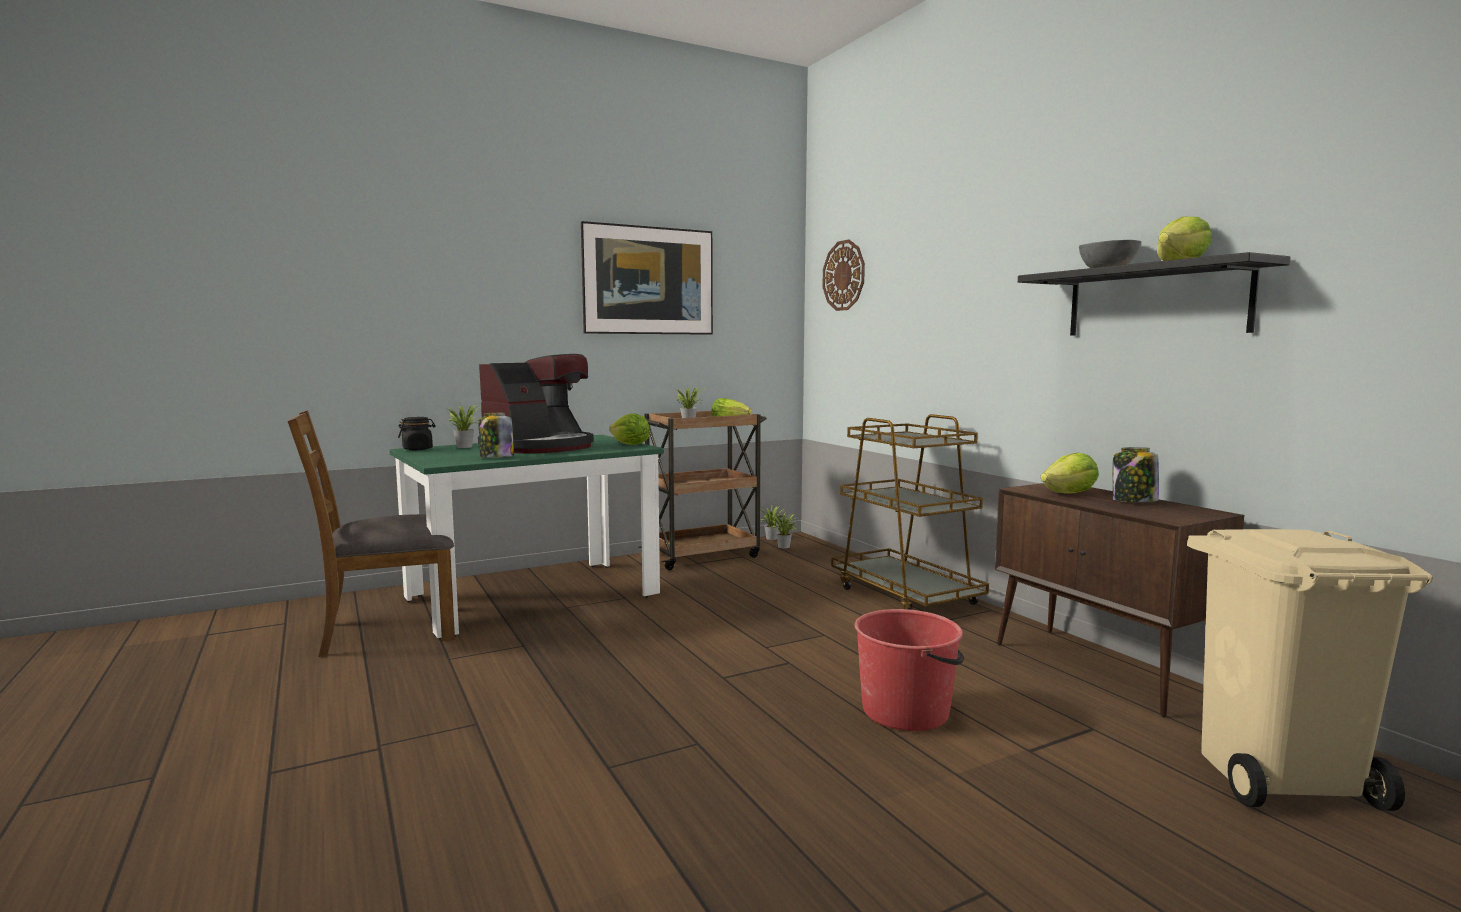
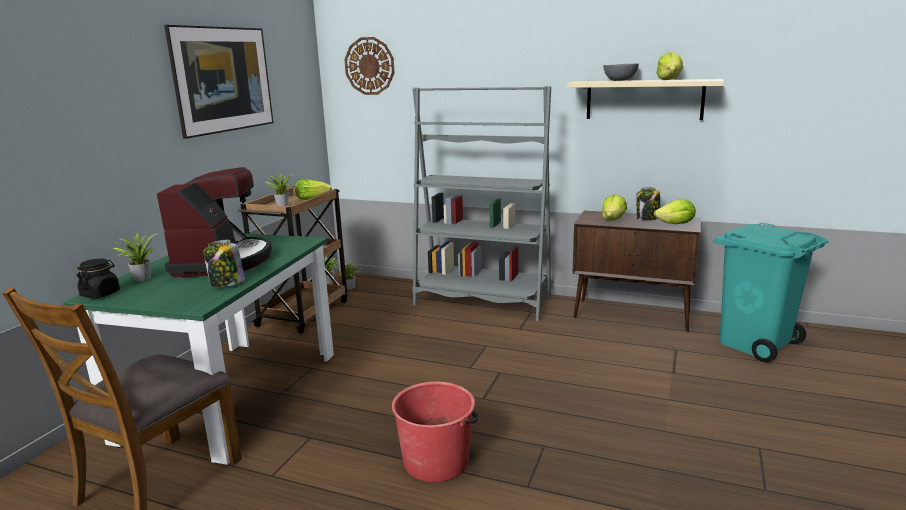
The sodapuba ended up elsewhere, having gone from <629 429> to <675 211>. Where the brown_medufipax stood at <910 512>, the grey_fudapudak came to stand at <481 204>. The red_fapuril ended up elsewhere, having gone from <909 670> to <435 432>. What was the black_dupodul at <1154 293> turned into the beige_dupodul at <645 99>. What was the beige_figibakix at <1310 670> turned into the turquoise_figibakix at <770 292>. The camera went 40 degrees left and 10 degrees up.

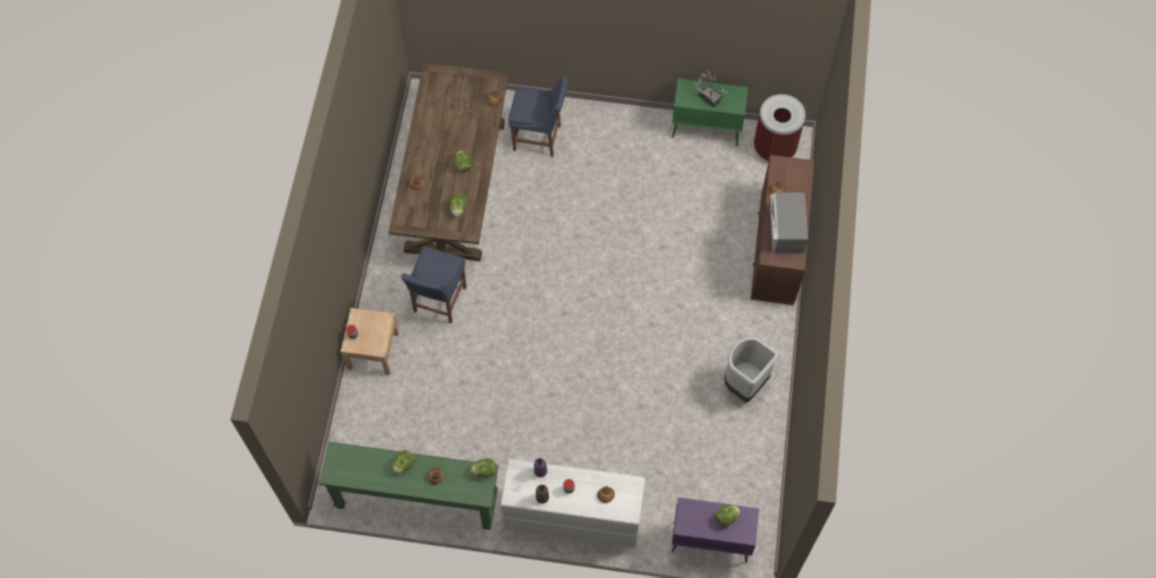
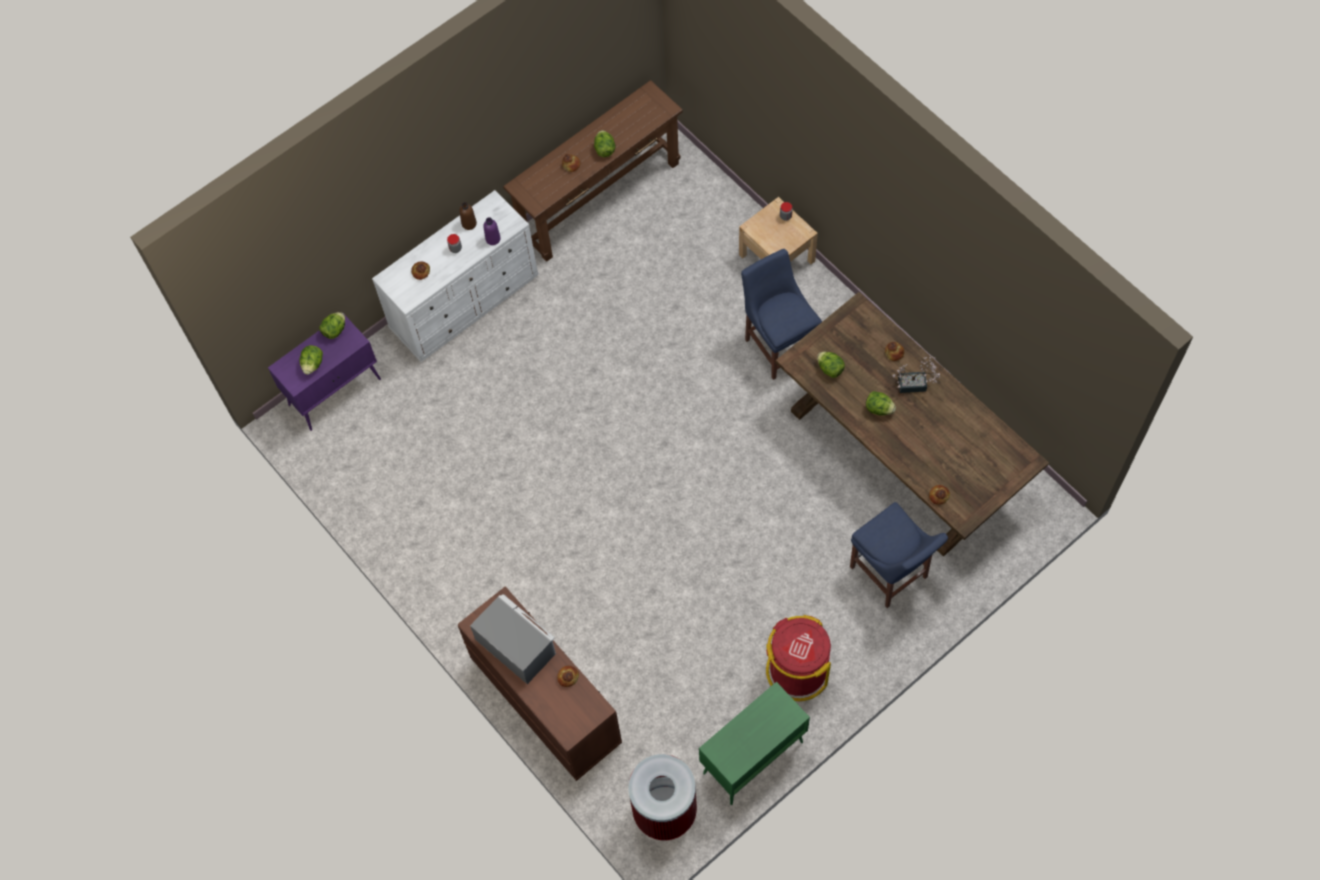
What was the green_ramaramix at <409 486> turned into the brown_ramaramix at <593 171>. The sodapuba ended up elsewhere, having gone from <483 468> to <332 325>. The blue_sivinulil at <538 116> ended up facing another way, 90 degrees counterclockwise from before. The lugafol ended up elsewhere, having gone from <711 89> to <916 374>. The second view lost the grey_figibakix at <751 370>. The second view gained the red_figibakix at <798 658>. The camera went 135 degrees right and 0 degrees up.

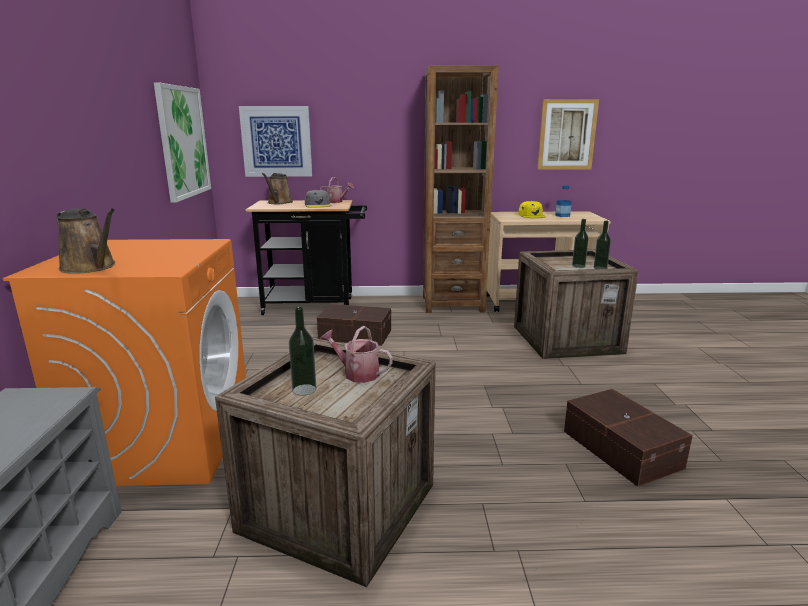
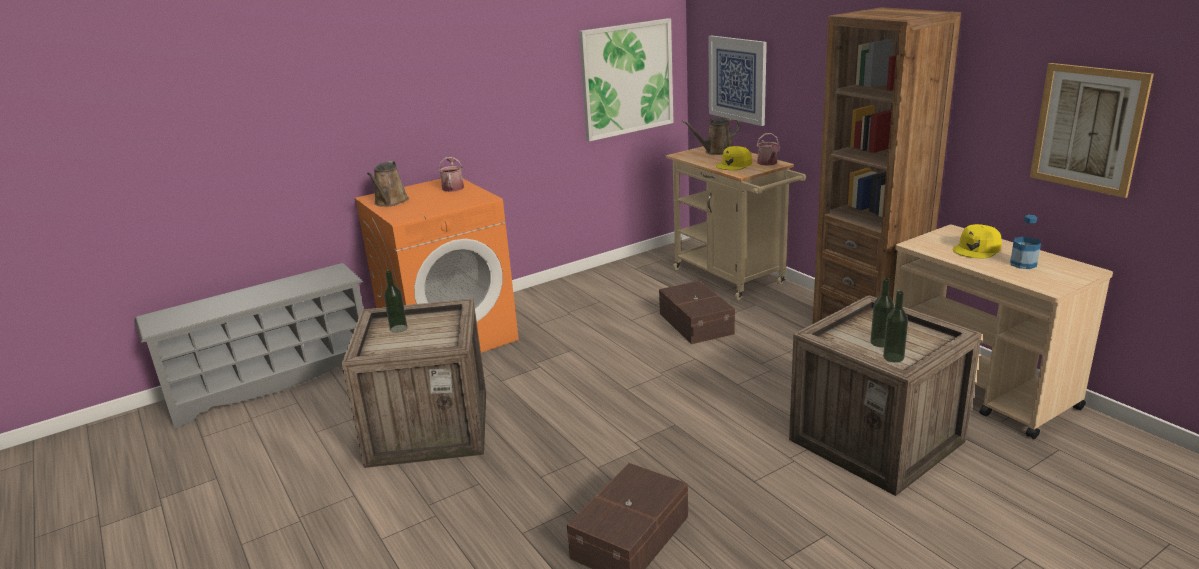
What was the black_medufipax at <306 257> turned into the beige_medufipax at <736 223>. What was the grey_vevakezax at <318 199> turned into the yellow_vevakezax at <734 158>. The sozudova ended up elsewhere, having gone from <356 354> to <451 174>. The camera went 60 degrees right and 5 degrees up.

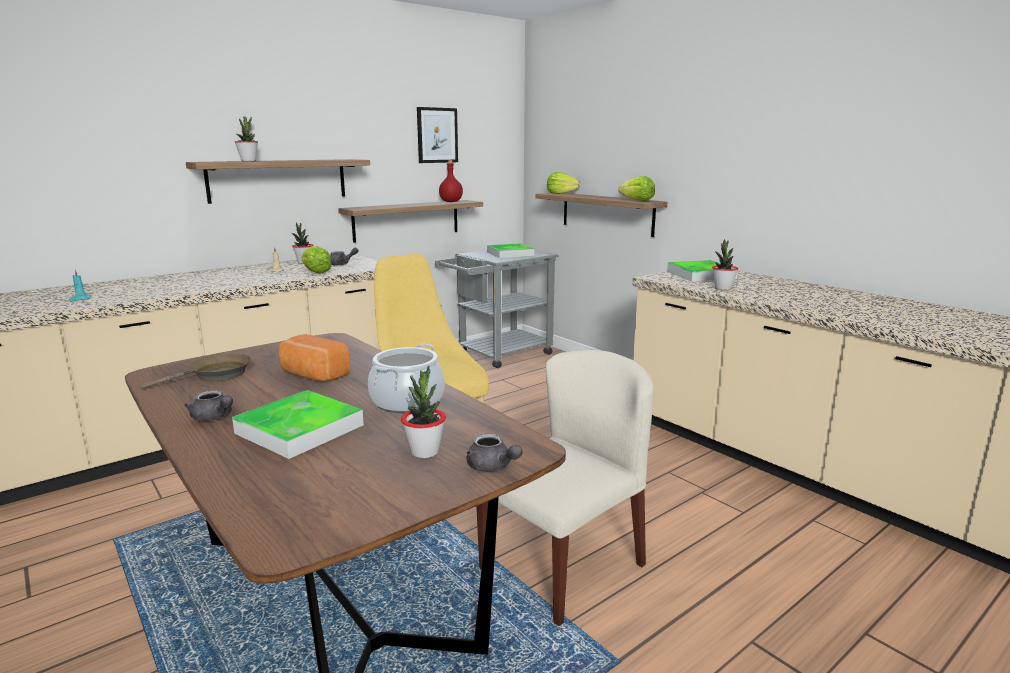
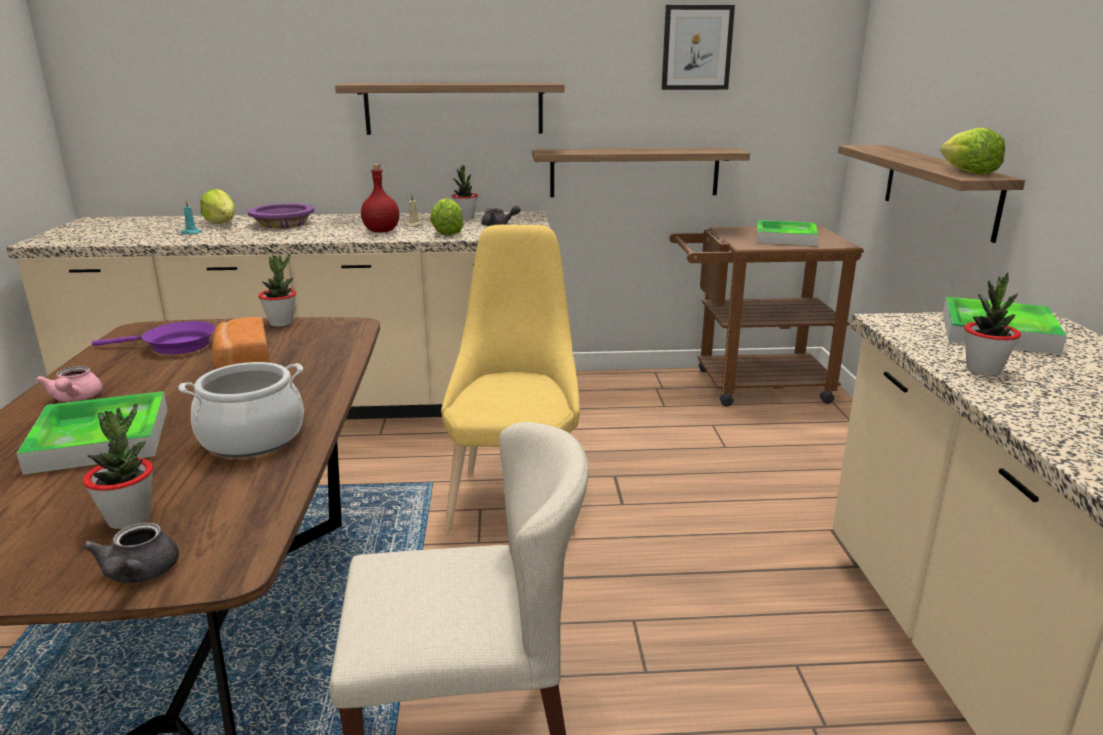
What was the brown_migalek at <195 371> turned into the purple_migalek at <153 338>. What was the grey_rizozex at <208 405> turned into the pink_rizozex at <69 384>. The lugafol ended up elsewhere, having gone from <246 139> to <277 290>. What was the grey_medufipax at <497 309> turned into the brown_medufipax at <766 316>. The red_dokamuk ended up elsewhere, having gone from <451 181> to <380 198>. The sodapuba ended up elsewhere, having gone from <563 183> to <217 206>. The second view gained the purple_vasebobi at <281 215>. The camera went 35 degrees right and 5 degrees up.

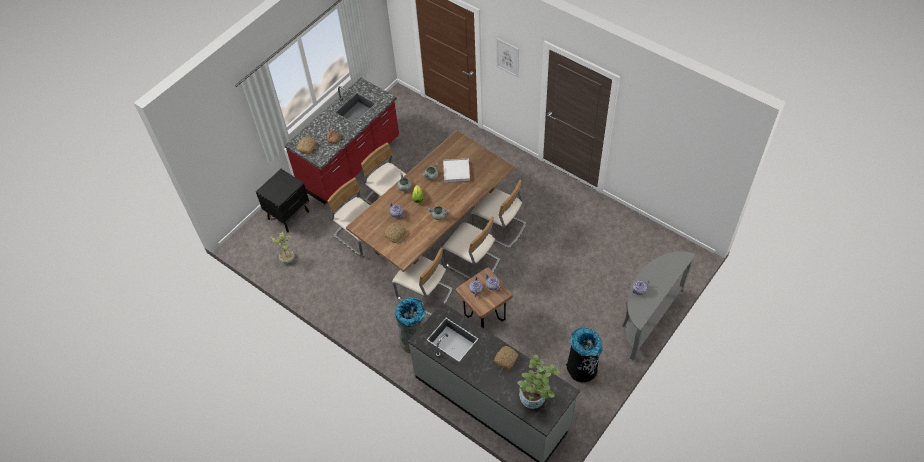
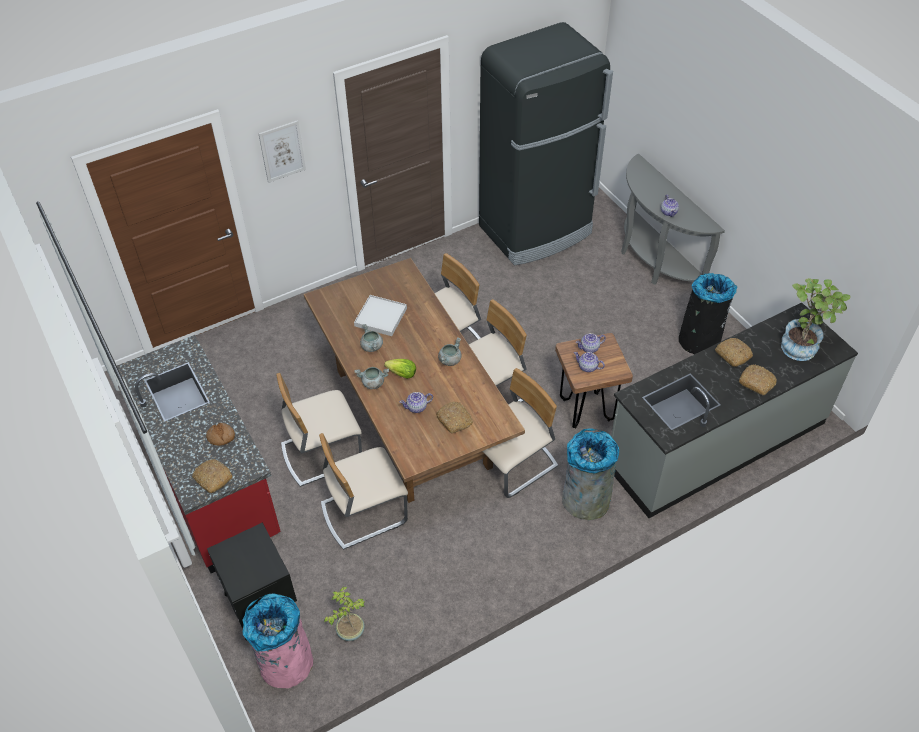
The second view gained the pink_figibakix at <277 641>. The second view gained the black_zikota at <546 143>. The second view gained the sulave at <758 379>. The camera went 70 degrees left and 5 degrees down.

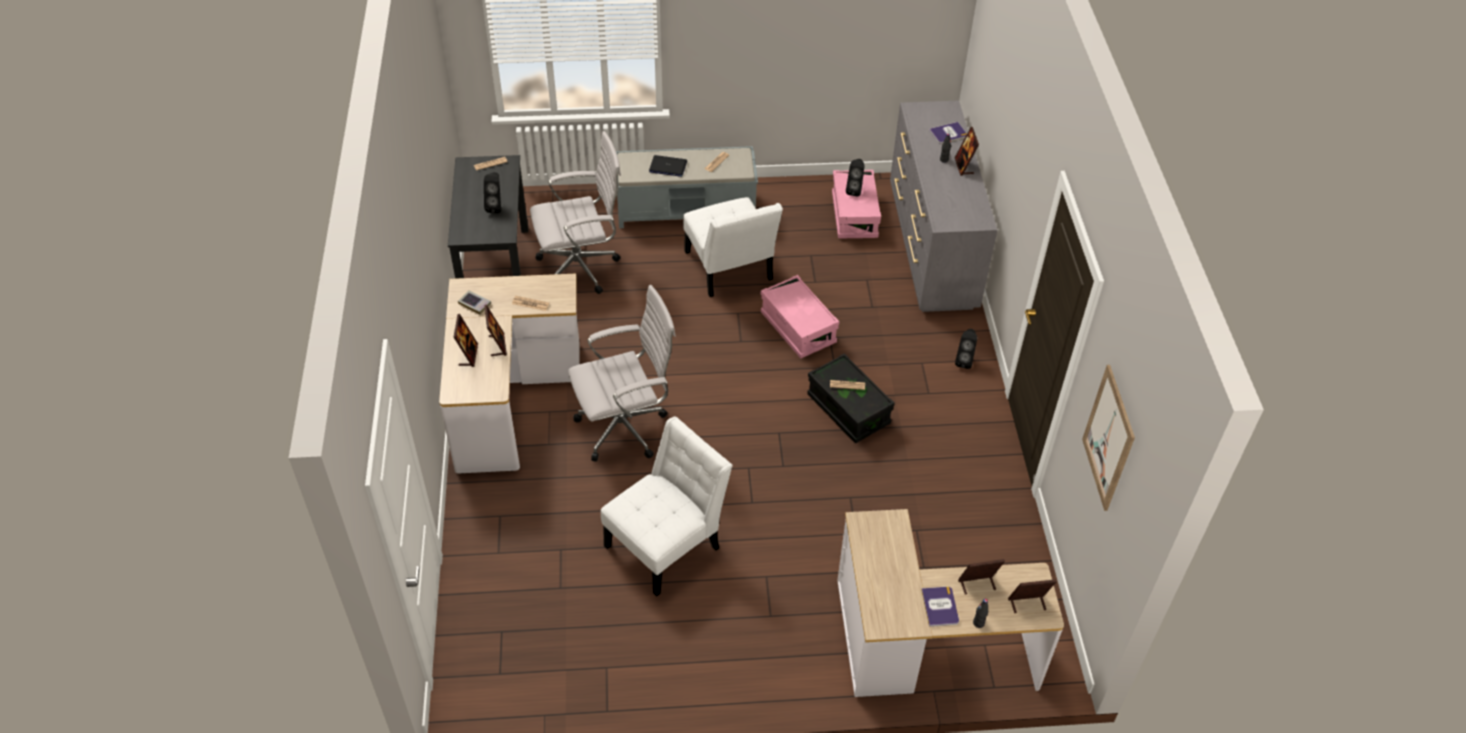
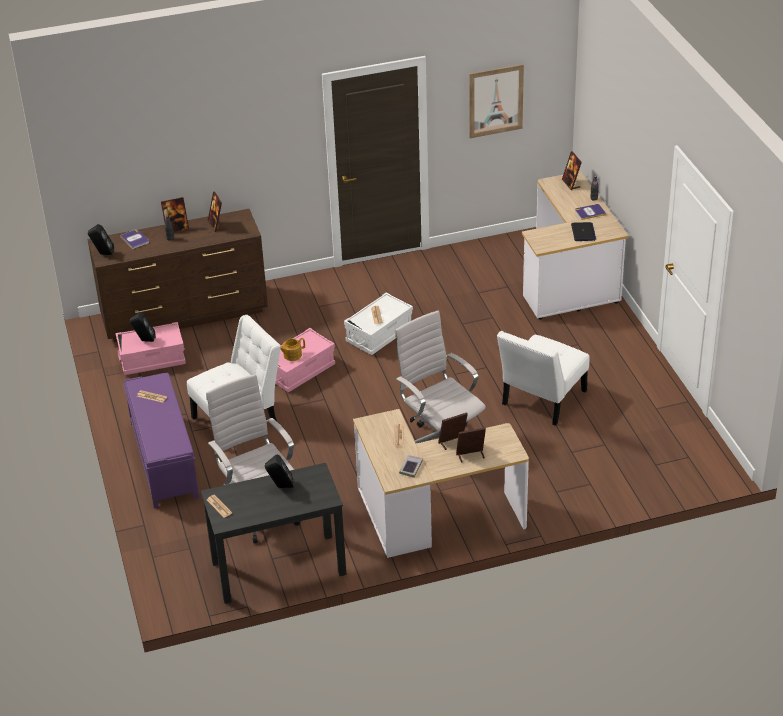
The white_sivinulil at <667 506> ended up facing another way, 90 degrees counterclockwise from before. What was the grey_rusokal at <687 187> turned into the purple_rusokal at <161 441>. The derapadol ended up elsewhere, having gone from <668 166> to <583 231>. What was the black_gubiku at <851 398> turned into the white_gubiku at <378 324>. What was the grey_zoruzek at <943 206> turned into the brown_zoruzek at <177 275>. The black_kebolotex ended up elsewhere, having gone from <966 349> to <101 239>. The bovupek ended up elsewhere, having gone from <981 577> to <216 211>. The second view gained the rizozex at <292 349>. The camera went 100 degrees left and 10 degrees down.

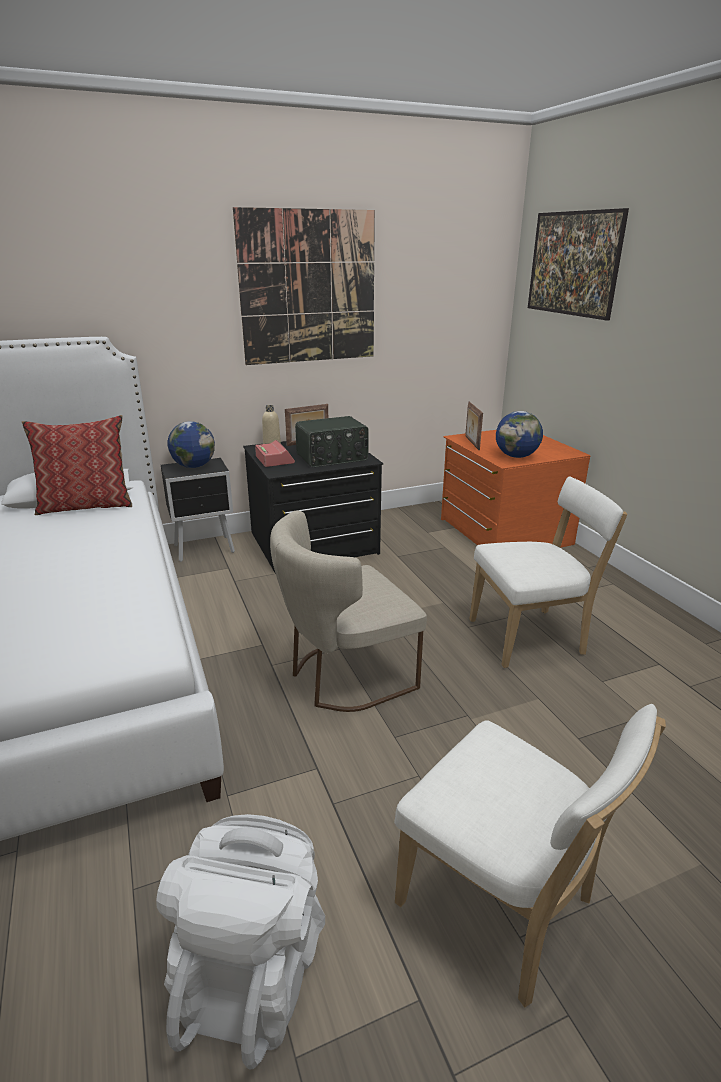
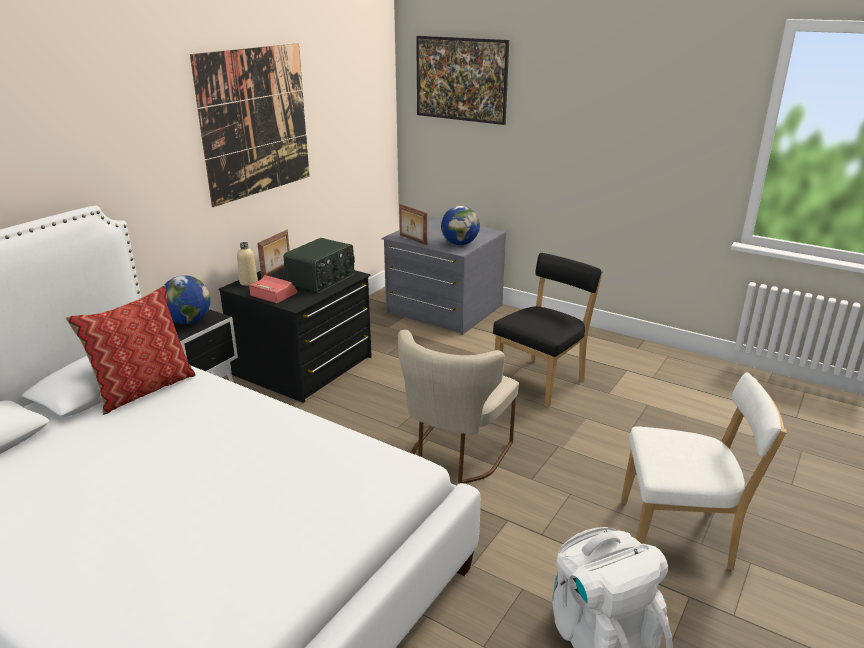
What was the orange_zoruzek at <516 489> turned into the grey_zoruzek at <444 275>. What was the white_sivinulil at <548 572> turned into the black_sivinulil at <548 330>. The camera went 35 degrees left and 0 degrees up.

